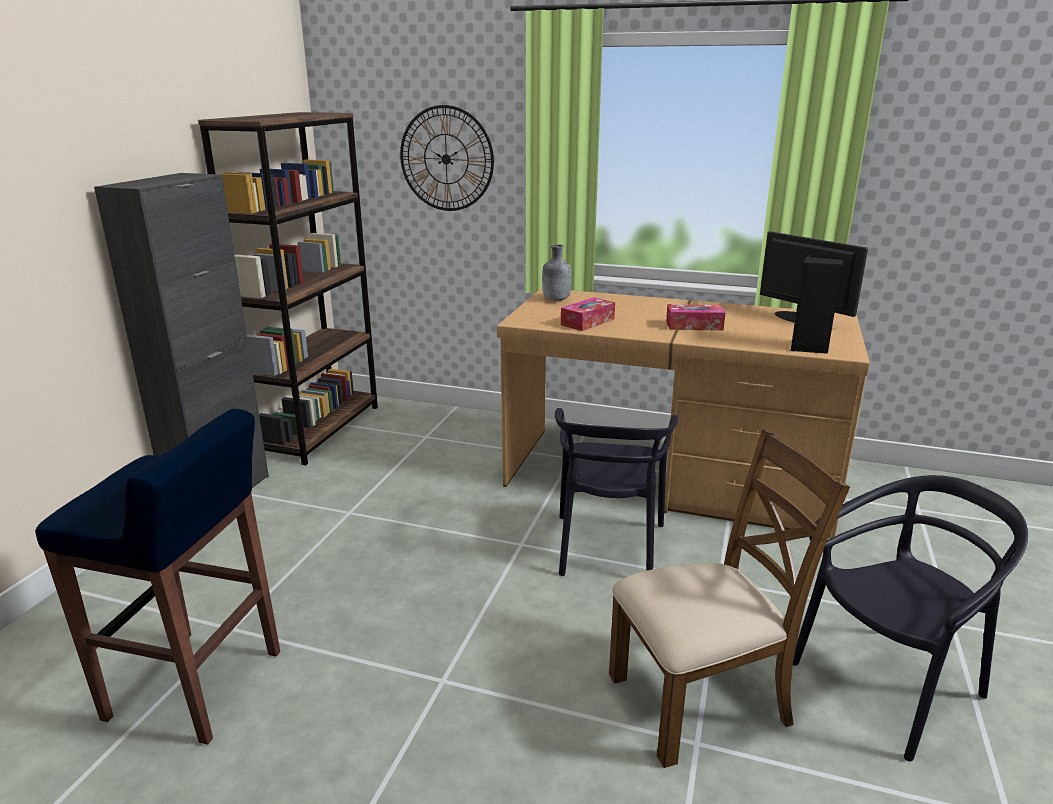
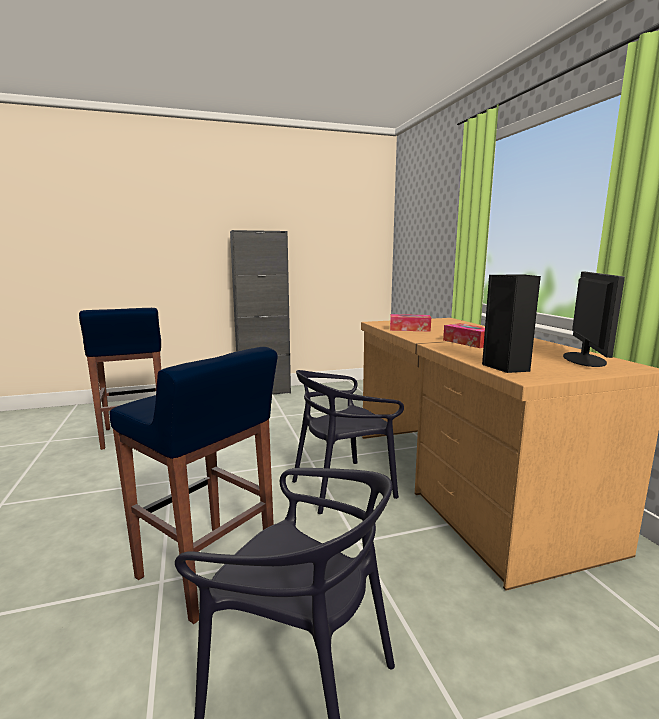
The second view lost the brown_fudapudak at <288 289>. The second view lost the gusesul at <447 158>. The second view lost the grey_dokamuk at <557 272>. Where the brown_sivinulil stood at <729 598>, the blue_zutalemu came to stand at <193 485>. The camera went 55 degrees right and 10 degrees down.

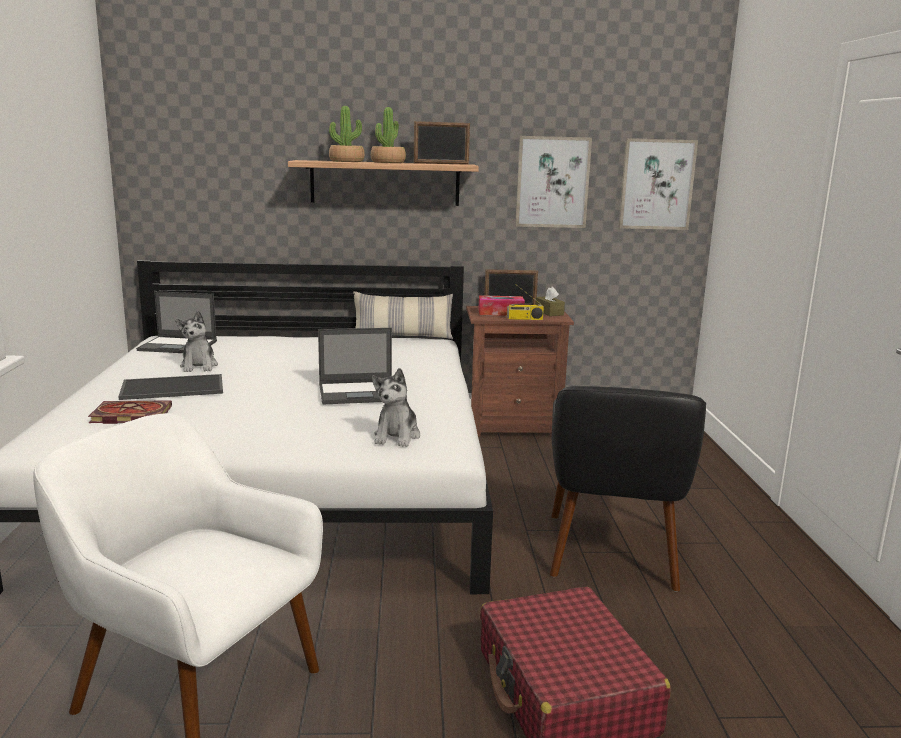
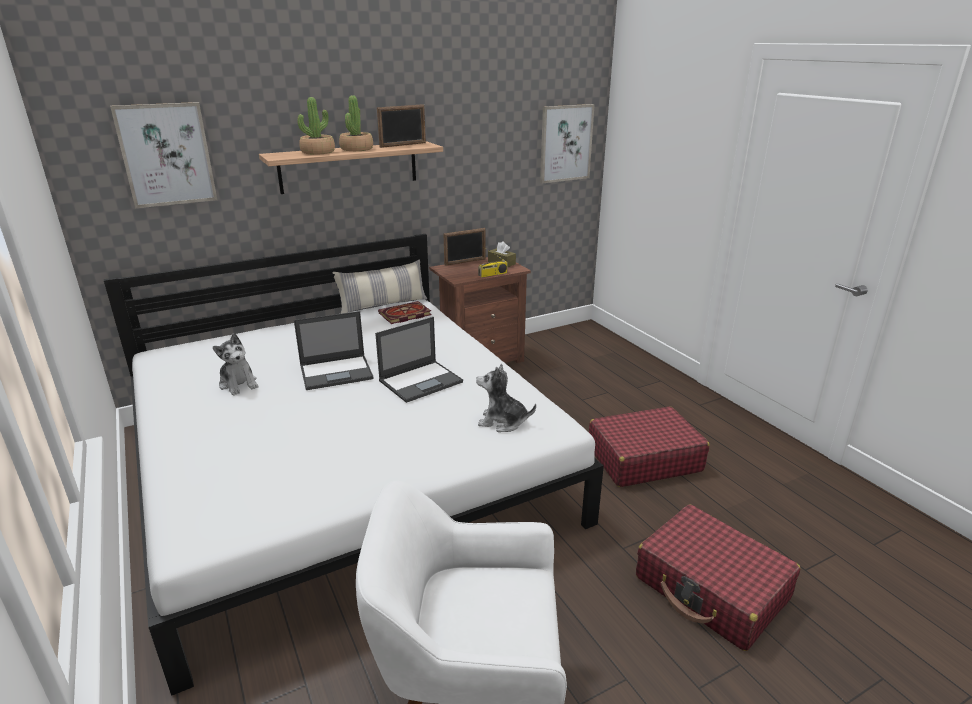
The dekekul ended up elsewhere, having gone from <130 412> to <405 312>. The second view lost the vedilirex at <171 387>. The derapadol ended up elsewhere, having gone from <176 322> to <334 350>. The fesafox at <396 407> ended up facing another way, 120 degrees clockwise from before. The second view lost the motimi at <501 305>. The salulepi ended up elsewhere, having gone from <553 182> to <163 155>. Where the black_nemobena stood at <628 489>, the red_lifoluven came to stand at <649 446>. The camera went 25 degrees left and 10 degrees up.

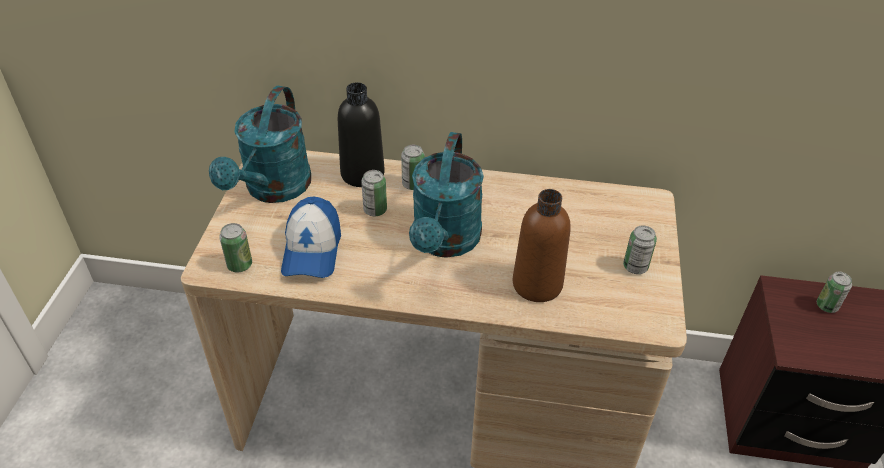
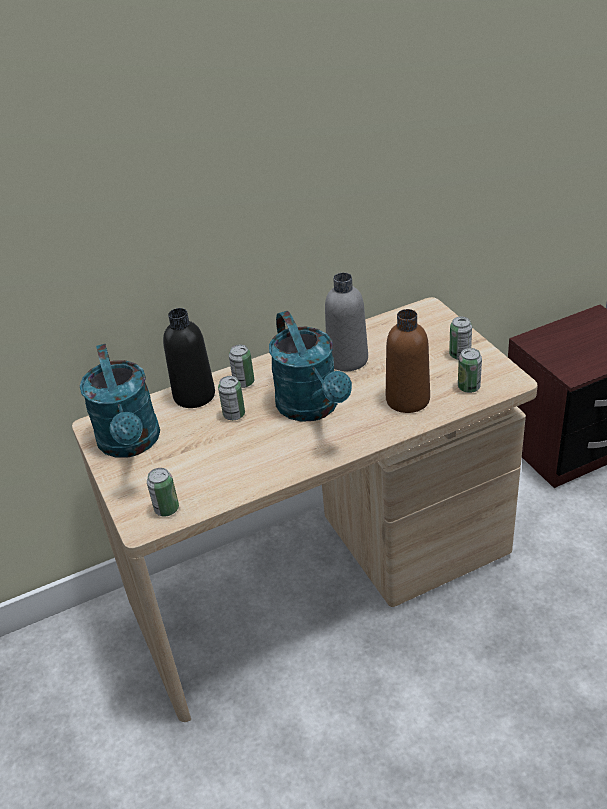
The second view lost the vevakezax at <311 237>. The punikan ended up elsewhere, having gone from <834 292> to <470 370>. The second view gained the grey_dokamuk at <346 322>. The camera went 30 degrees left and 5 degrees down.

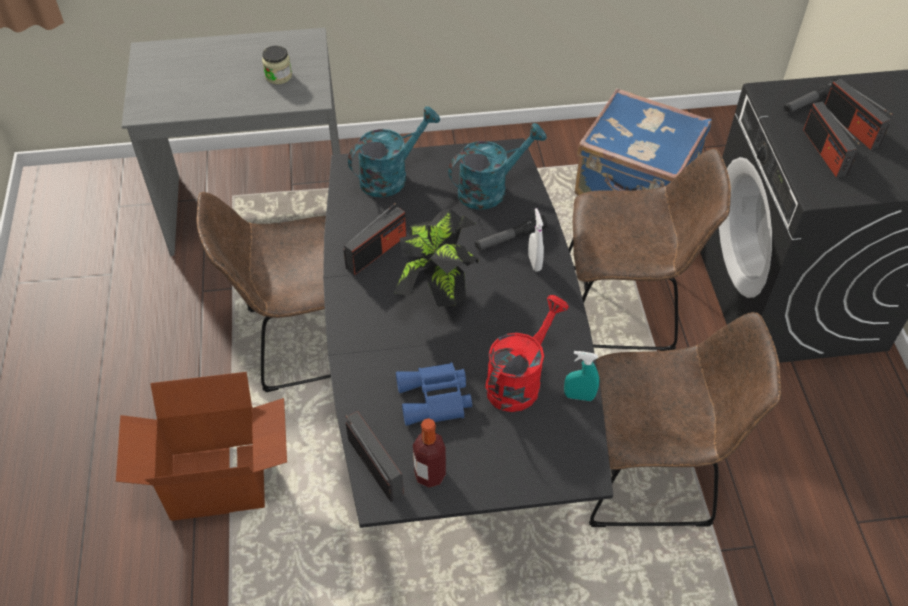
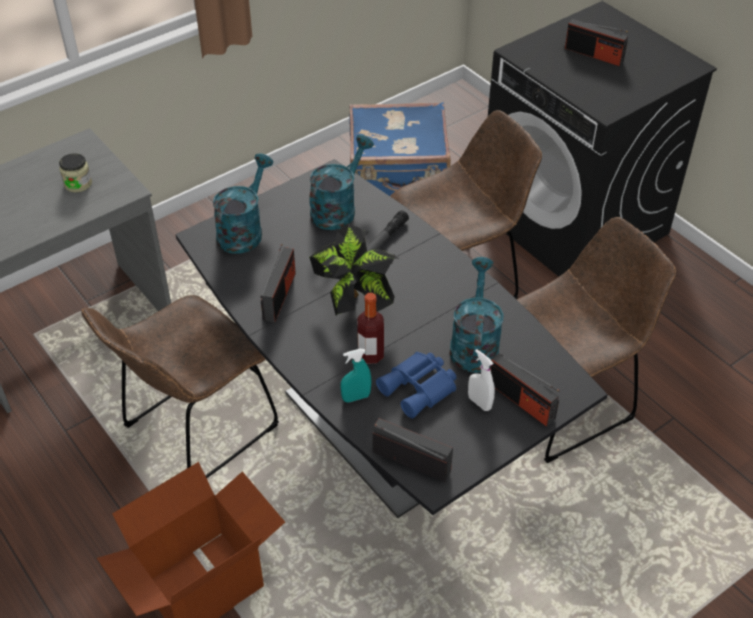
The dokamuk ended up elsewhere, having gone from <429 453> to <370 328>. What was the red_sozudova at <527 353> turned into the turquoise_sozudova at <477 315>. The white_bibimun ended up elsewhere, having gone from <536 240> to <481 380>. The turquoise_bibimun ended up elsewhere, having gone from <581 376> to <356 376>. The second view lost the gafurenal at <813 95>. The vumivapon ended up elsewhere, having gone from <831 140> to <525 390>. The camera went 30 degrees left and 5 degrees down.

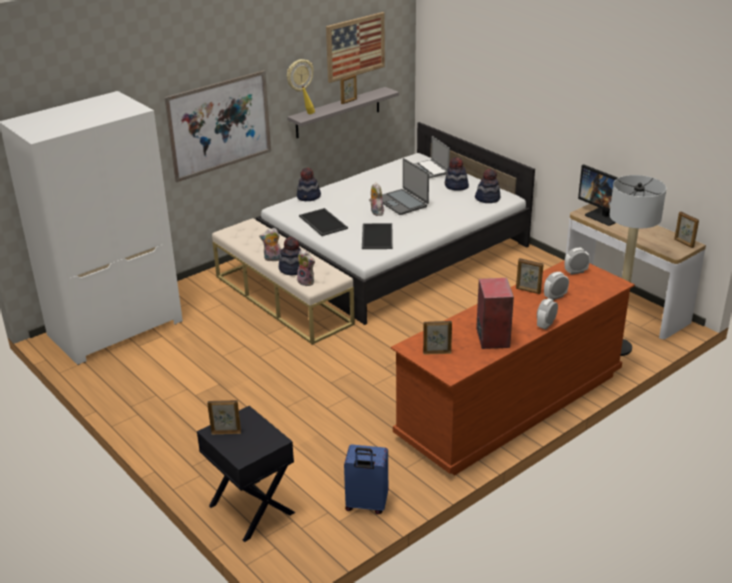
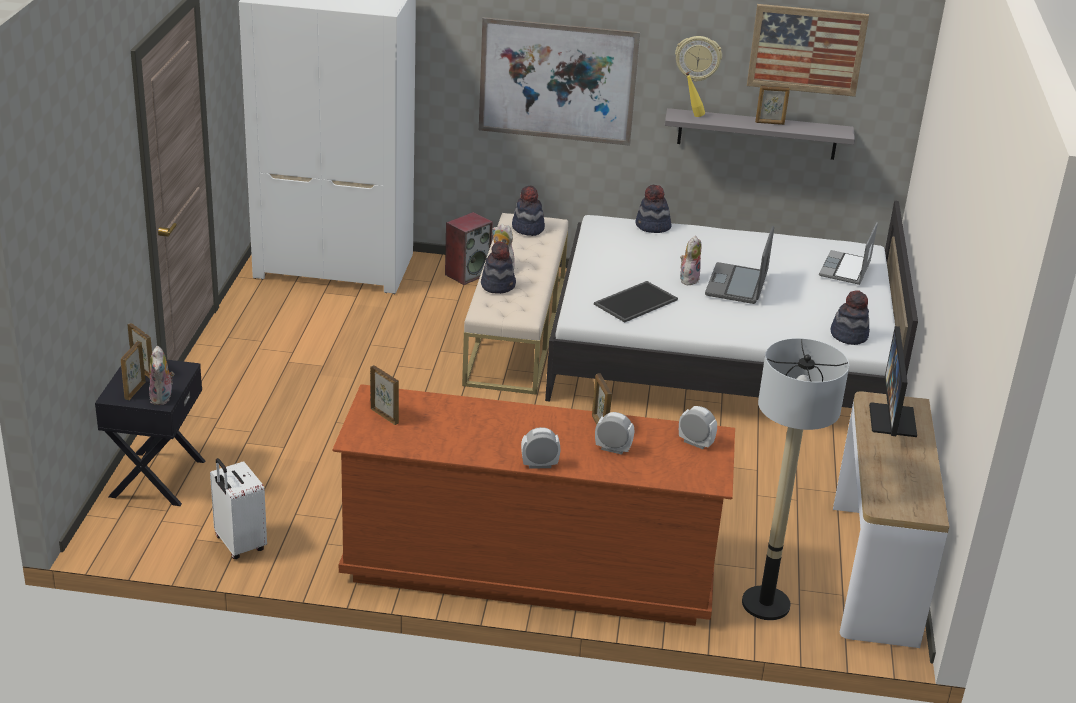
The fesafox ended up elsewhere, having gone from <306 268> to <161 375>. The second view lost the vedilirex at <323 222>. What was the blue_lifoluven at <366 479> turned into the white_lifoluven at <238 508>. The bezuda ended up elsewhere, having gone from <457 174> to <528 211>. The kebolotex ended up elsewhere, having gone from <495 313> to <469 248>. The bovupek ended up elsewhere, having gone from <686 230> to <133 370>. The camera went 45 degrees right and 0 degrees up.

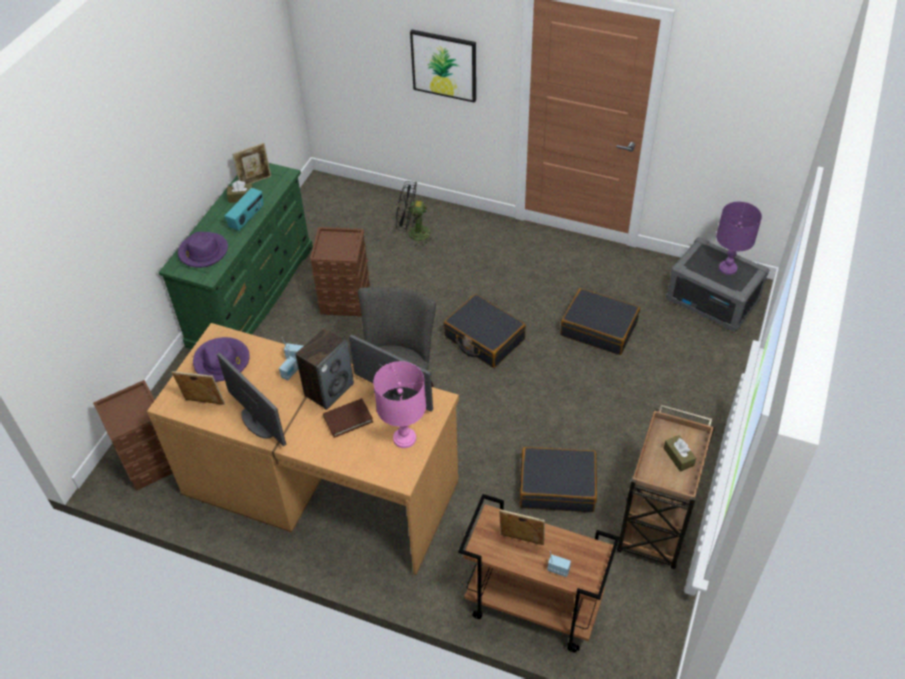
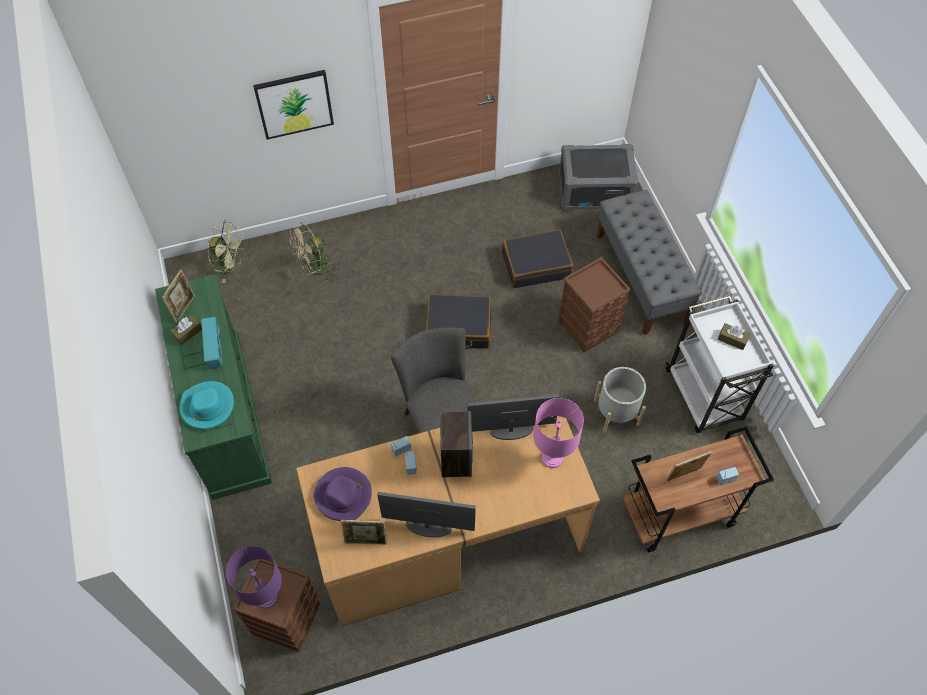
The bovupek at <198 388> ended up facing another way, 150 degrees counterclockwise from before. What was the purple_bezuda at <203 250> turned into the turquoise_bezuda at <207 405>. The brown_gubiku ended up elsewhere, having gone from <340 272> to <594 305>. The second view lost the brown_dekekul at <348 418>. What was the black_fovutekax at <416 214> turned into the beige_fovutekax at <314 251>. Where the black_lifoluven stood at <558 479>, the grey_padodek came to stand at <620 399>. What was the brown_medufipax at <666 486> turned into the white_medufipax at <720 364>. The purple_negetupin ended up elsewhere, having gone from <739 238> to <254 577>. The second view gained the green_fovutekax at <226 251>. The second view gained the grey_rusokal at <649 262>. The camera went 40 degrees left and 10 degrees up.

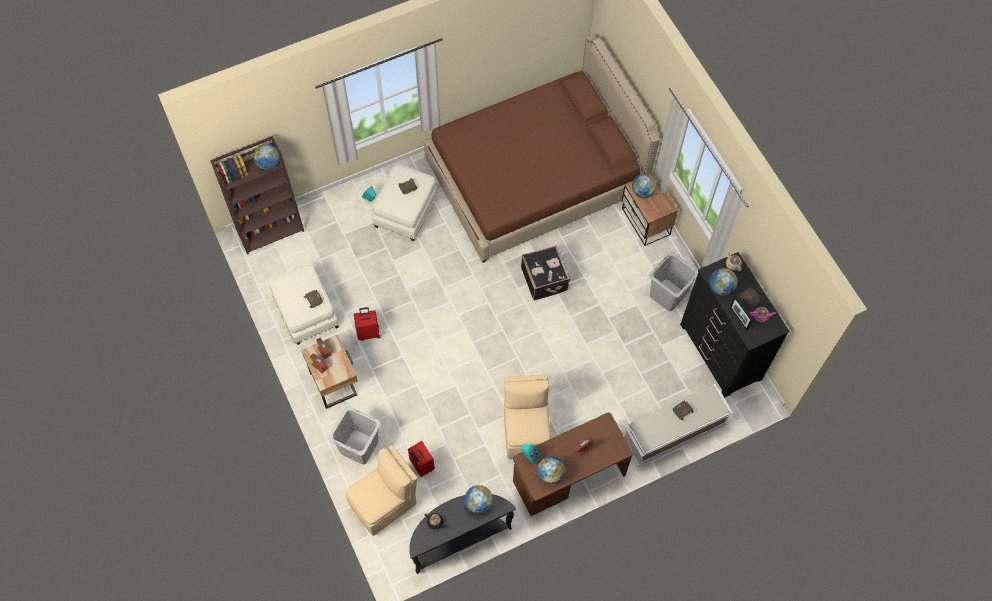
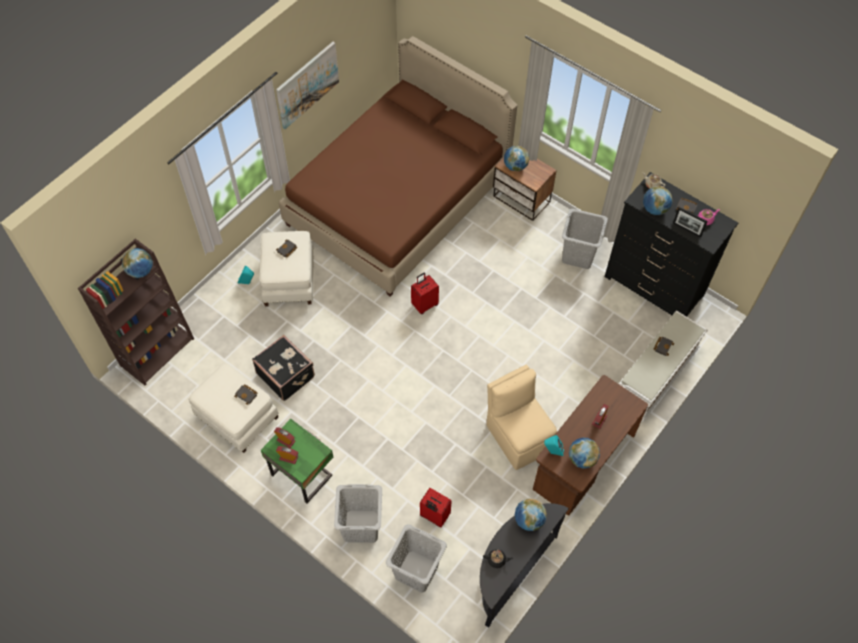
What was the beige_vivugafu at <329 372> turned into the green_vivugafu at <297 461>. Where the beige_sivinulil stood at <381 490>, the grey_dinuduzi came to stand at <416 558>. The red_lifoluven ended up elsewhere, having gone from <367 324> to <425 293>. The black_lifoluven ended up elsewhere, having gone from <545 272> to <283 368>. The second view gained the salulepi at <307 85>. The camera went 25 degrees left and 5 degrees down.

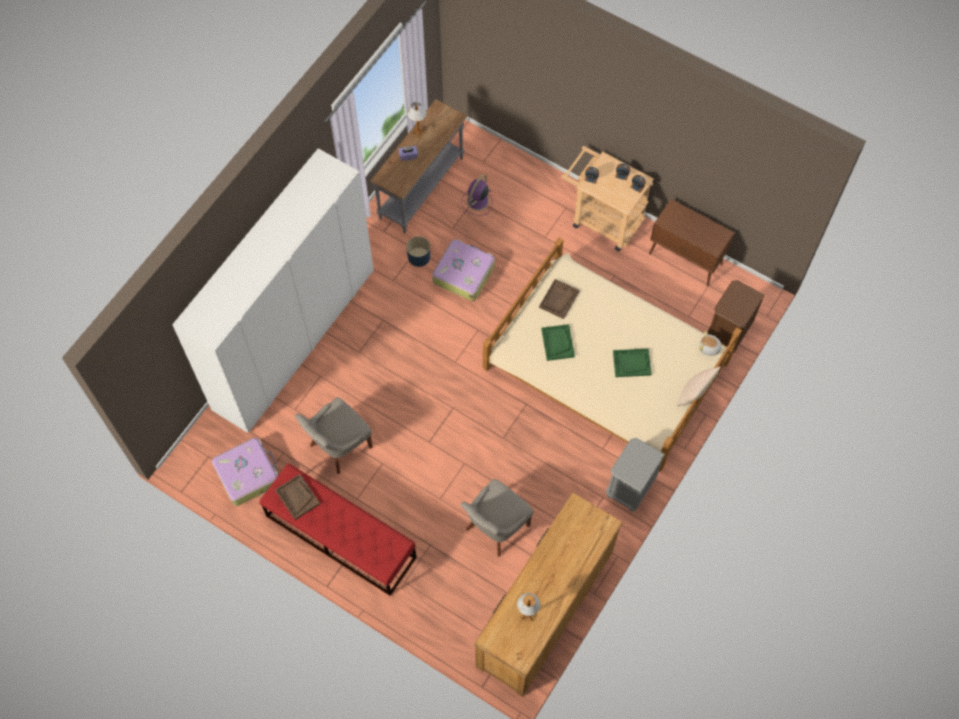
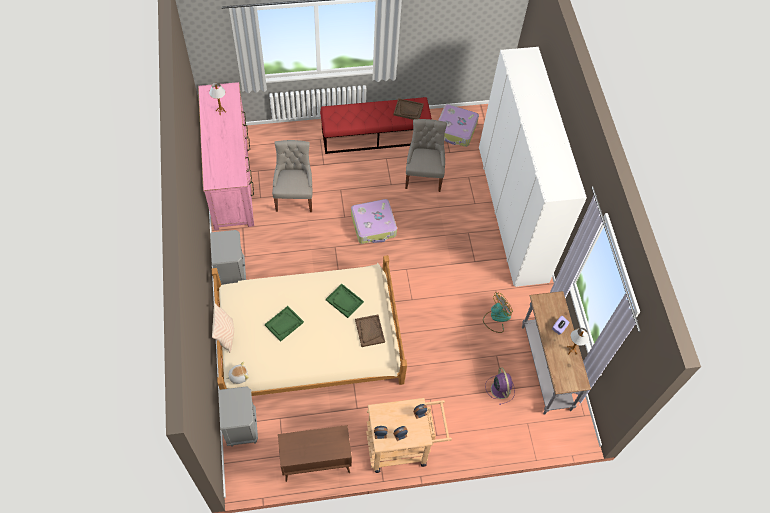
Where the blue_padodek stood at <418 251>, the fovutekax came to stand at <498 312>. The lifoluven ended up elsewhere, having gone from <463 270> to <374 221>. What was the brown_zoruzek at <548 594> turned into the pink_zoruzek at <226 156>. What was the brown_vivugafu at <735 316> turned into the grey_vivugafu at <238 416>. The camera went 135 degrees right and 5 degrees down.

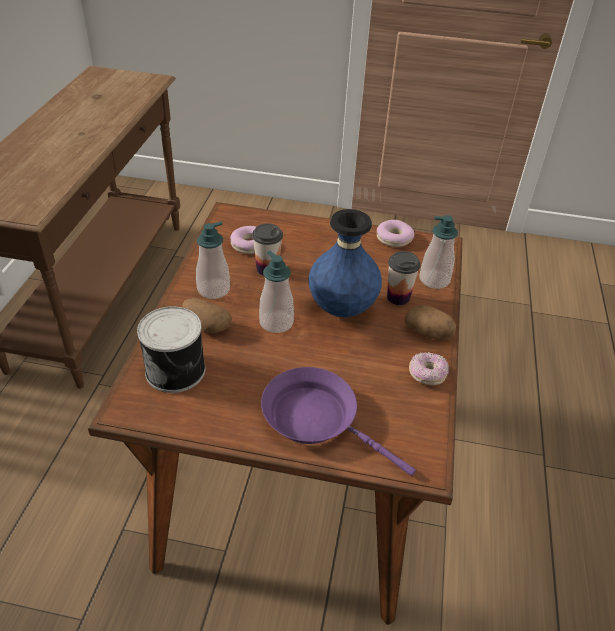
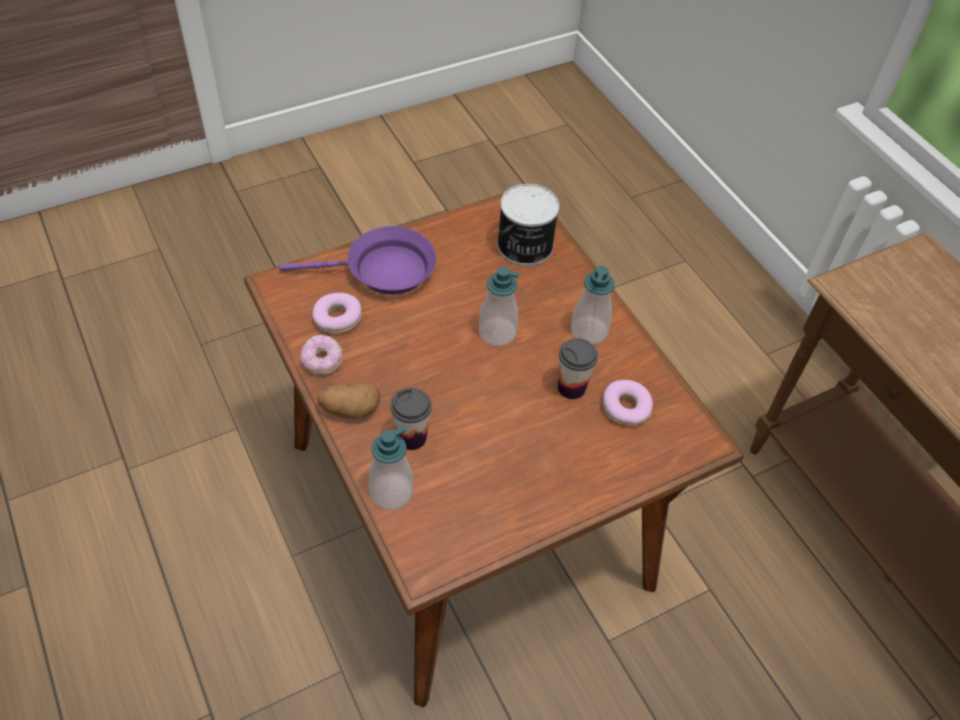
The second view lost the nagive at <207 316>. The second view lost the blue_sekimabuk at <345 263>. The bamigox ended up elsewhere, having gone from <396 233> to <336 313>. The camera went 140 degrees right and 10 degrees up.

